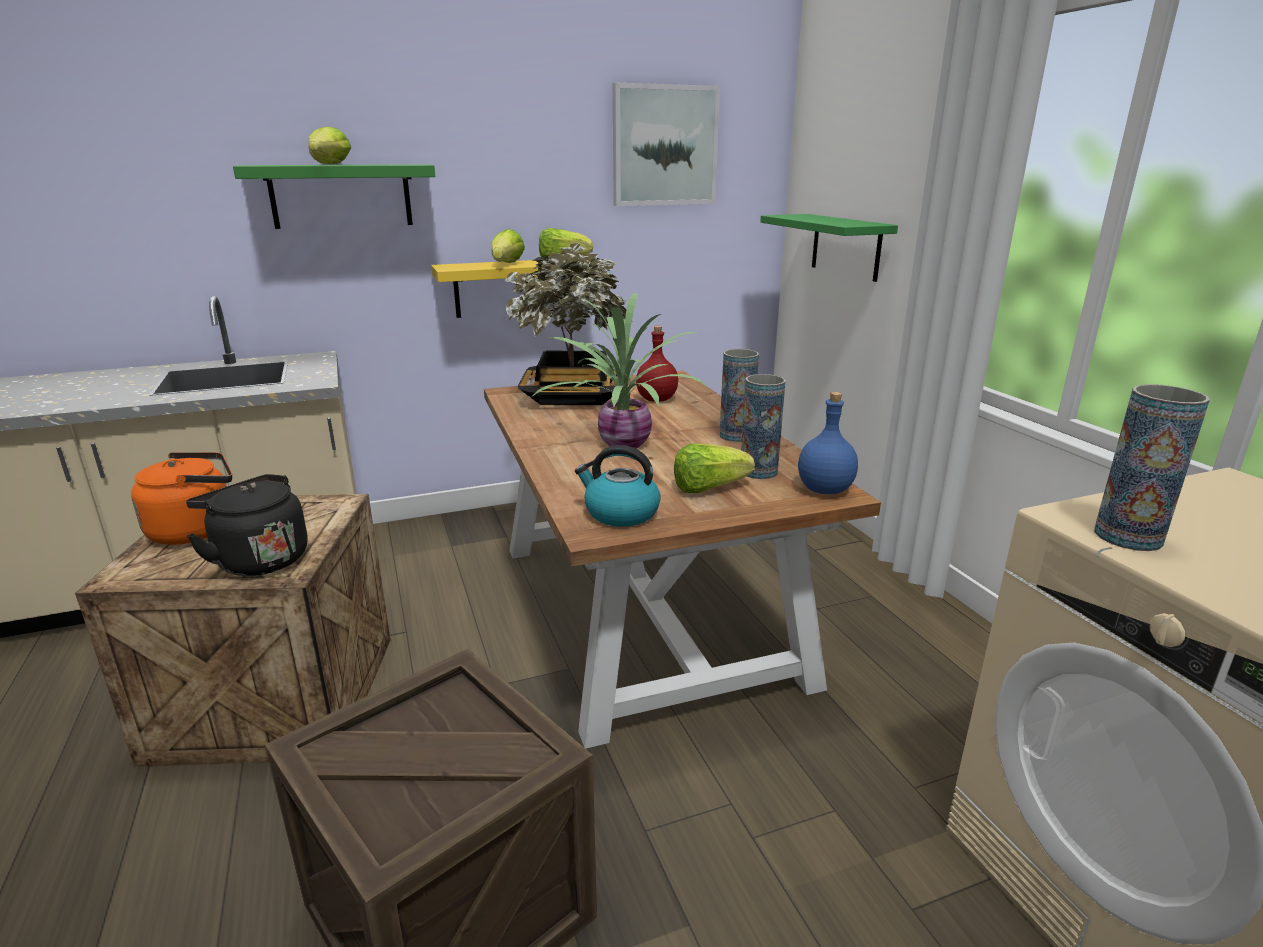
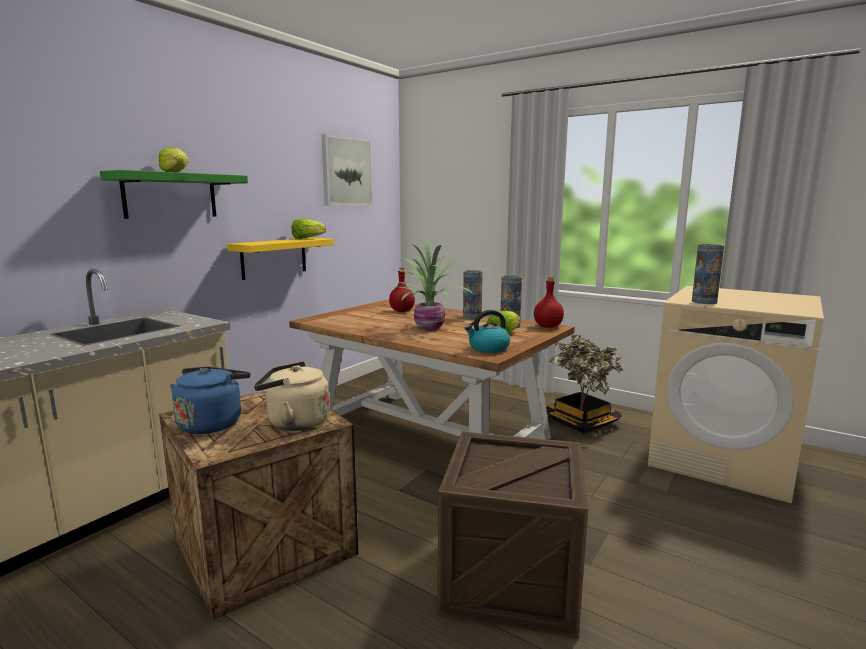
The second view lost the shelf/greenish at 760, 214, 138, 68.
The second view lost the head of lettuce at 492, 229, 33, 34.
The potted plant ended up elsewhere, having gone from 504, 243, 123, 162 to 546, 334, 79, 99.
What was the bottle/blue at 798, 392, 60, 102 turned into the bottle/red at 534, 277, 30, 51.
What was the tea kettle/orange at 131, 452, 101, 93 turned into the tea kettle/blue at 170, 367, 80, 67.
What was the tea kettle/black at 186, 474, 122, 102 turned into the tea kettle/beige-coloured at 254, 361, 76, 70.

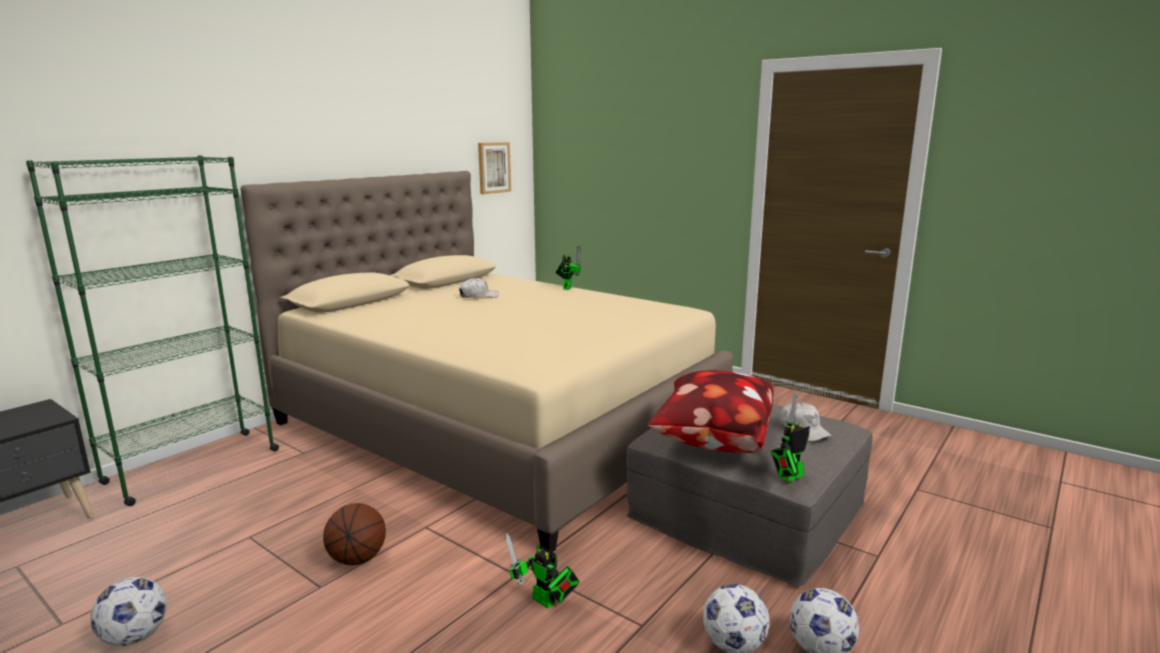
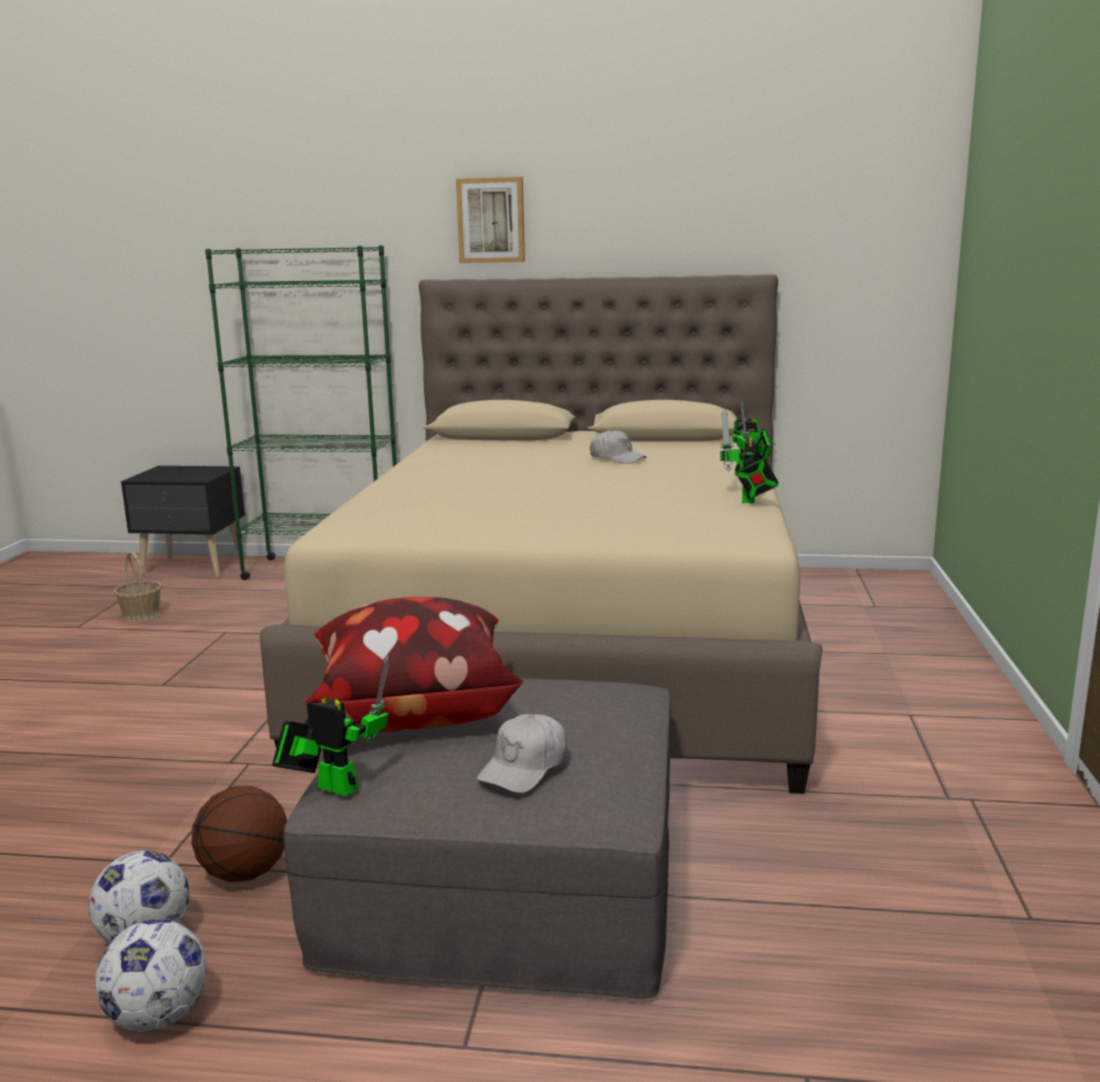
The wall picture ended up elsewhere, having gone from 478, 142, 33, 52 to 456, 177, 69, 86.
The basketball ball ended up elsewhere, having gone from 323, 503, 63, 62 to 191, 786, 96, 96.
The toy robot ended up elsewhere, having gone from 505, 533, 75, 75 to 719, 409, 60, 94.
The second view lost the football at 91, 577, 76, 69.
The second view gained the basket at 113, 552, 49, 70.

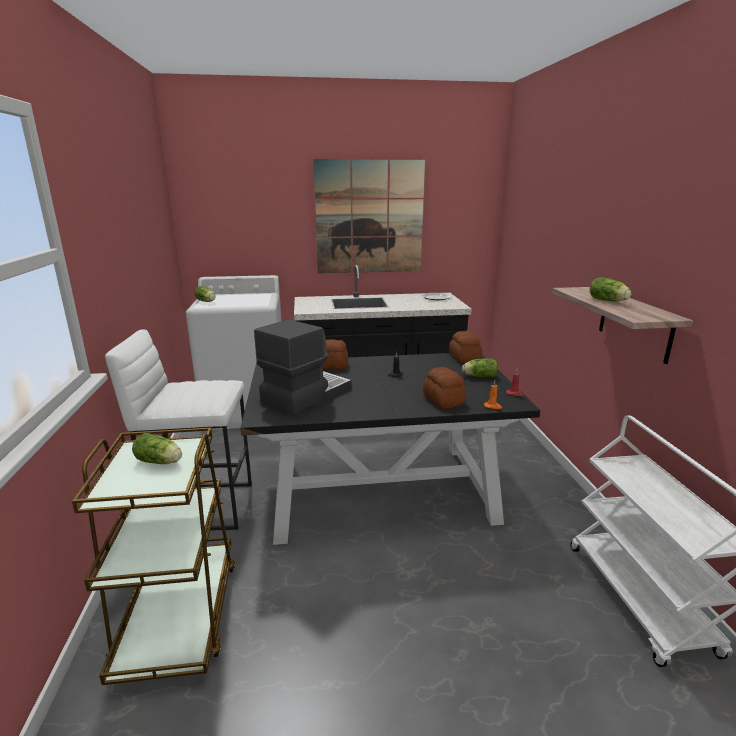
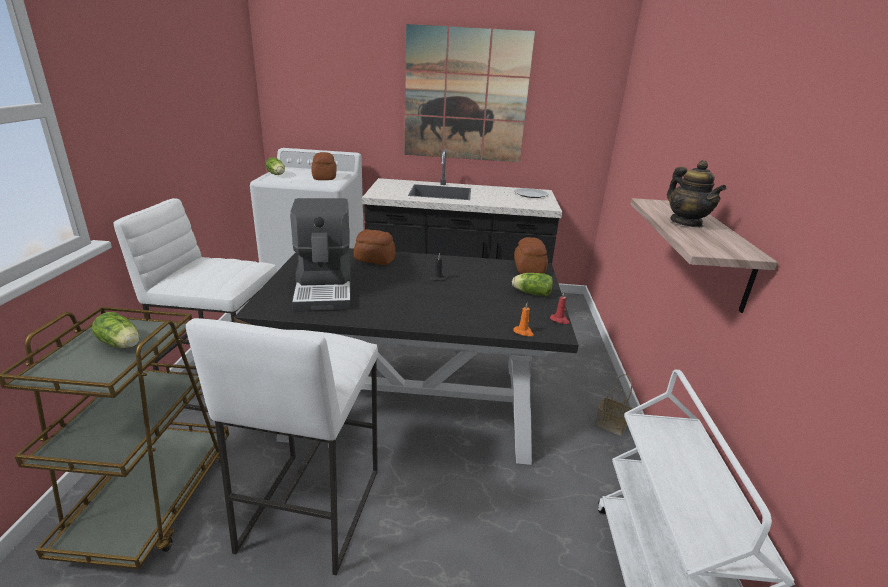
Where the head of lettuce stood at 589, 277, 42, 25, the teapot came to stand at 667, 160, 60, 67.
The coffee brewer at 254, 320, 98, 95 ended up facing another way, 120 degrees clockwise from before.
The bread ended up elsewhere, having gone from 423, 367, 43, 42 to 311, 152, 26, 28.
The second view gained the sitting stool/white at 186, 318, 192, 257.
The second view gained the basket at 596, 374, 37, 62.

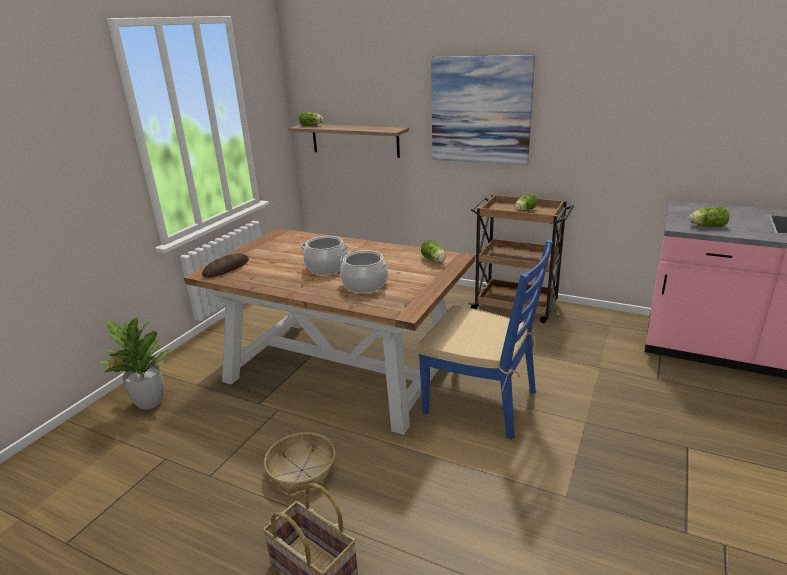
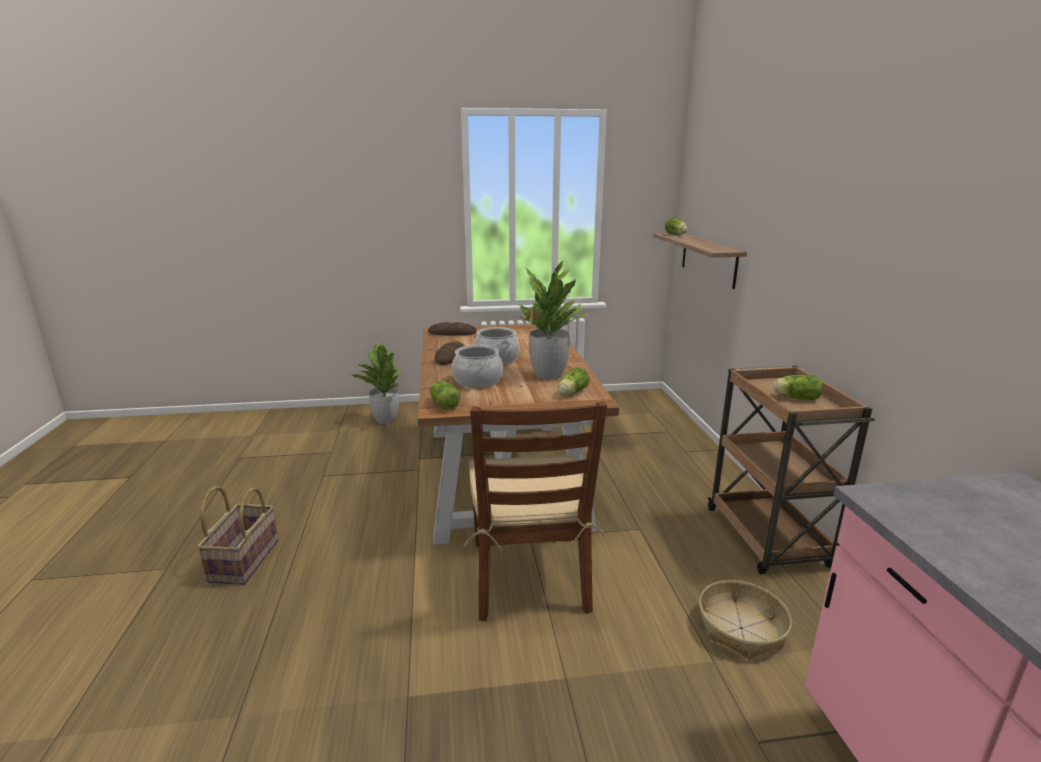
The second view lost the wall picture at 431, 55, 104, 111.
The head of lettuce ended up elsewhere, having gone from 689, 207, 40, 20 to 430, 381, 30, 29.
What was the chair/blue at 417, 240, 136, 200 turned into the chair/brown-coloured at 463, 401, 144, 220.
The basket ended up elsewhere, having gone from 264, 432, 71, 63 to 699, 580, 93, 79.
The second view gained the potted plant at 515, 261, 74, 118.
The second view gained the bread at 435, 342, 30, 23.

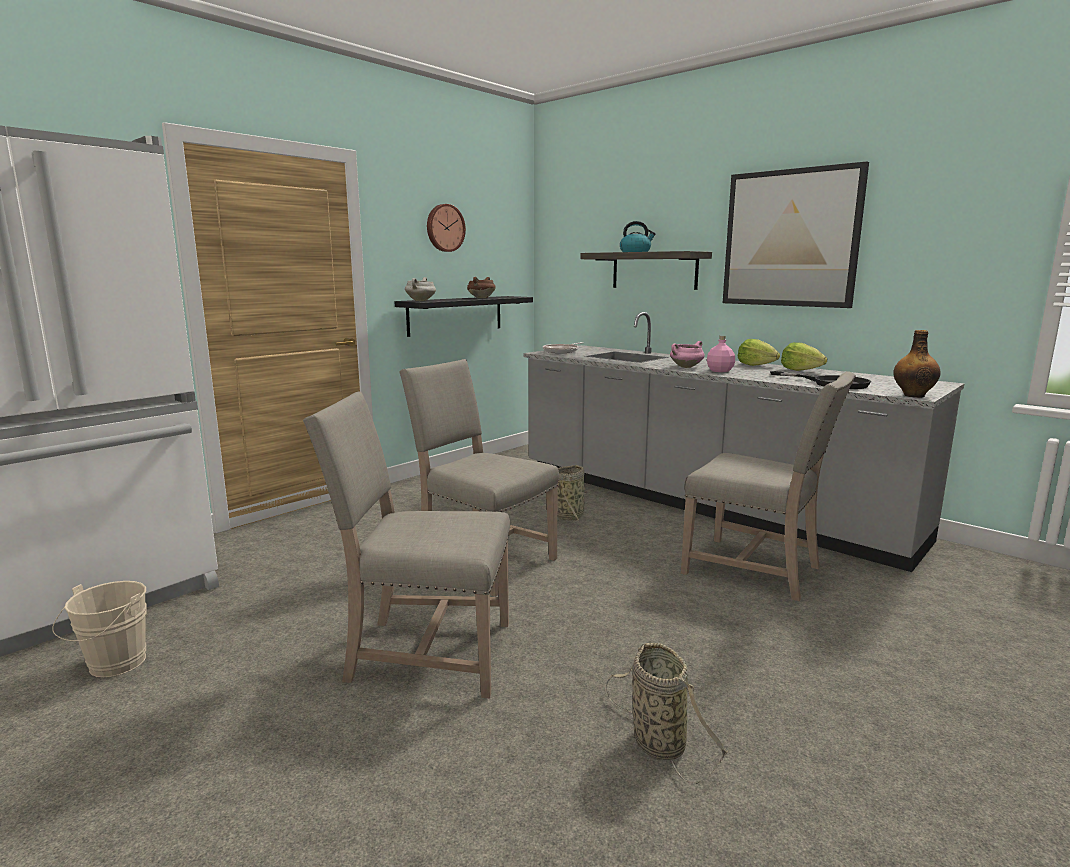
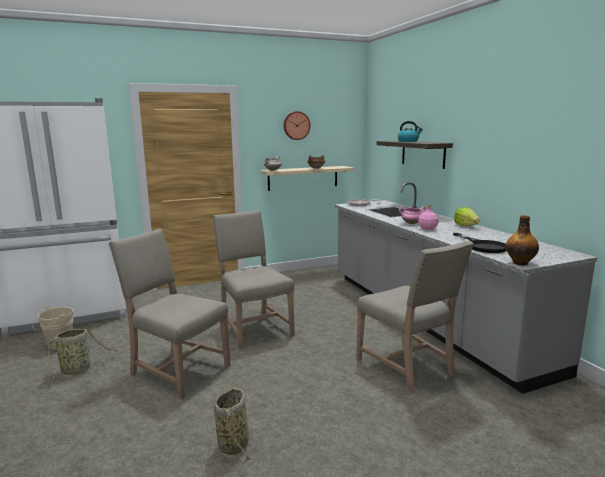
The second view lost the wall picture at 723, 161, 146, 147.
What was the shelf/black at 395, 296, 138, 41 turned into the shelf/beige-coloured at 260, 166, 94, 25.
The second view lost the head of lettuce at 781, 342, 46, 29.
The basket ended up elsewhere, having gone from 557, 465, 30, 60 to 44, 329, 72, 50.

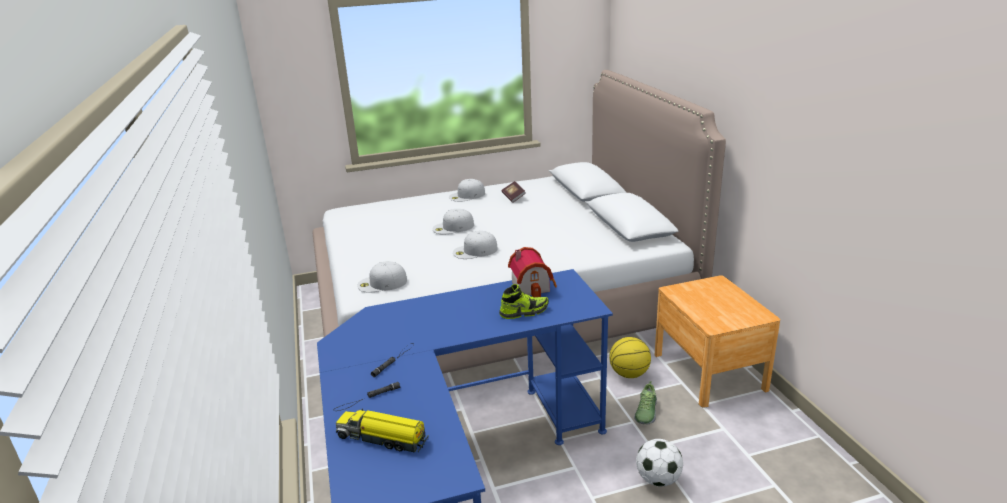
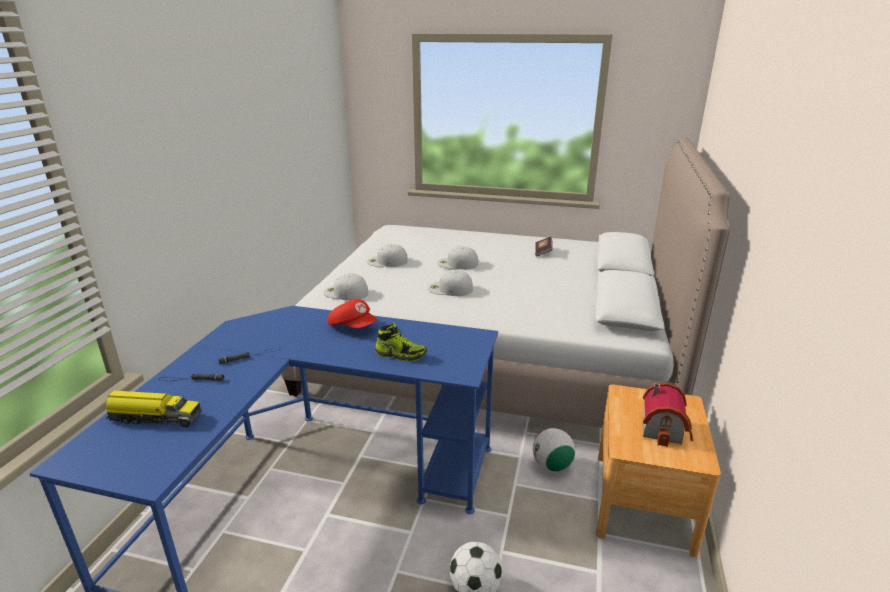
The peaked cap/white ended up elsewhere, having gone from 449, 179, 36, 23 to 367, 244, 41, 23.
The toy house ended up elsewhere, having gone from 508, 247, 49, 50 to 643, 383, 50, 64.
Where the basketball ball stood at 609, 337, 42, 41, the football came to stand at 533, 428, 42, 43.
The second view lost the low shoe at 634, 381, 23, 44.
The toy lorry at 336, 408, 93, 45 ended up facing another way, 135 degrees clockwise from before.
The second view gained the peaked cap/red at 327, 299, 50, 29.

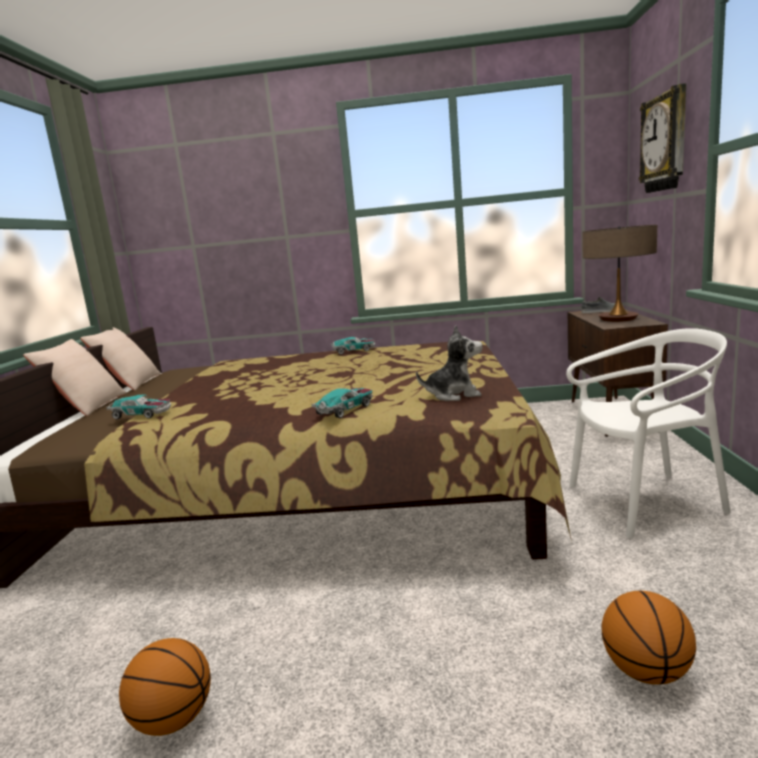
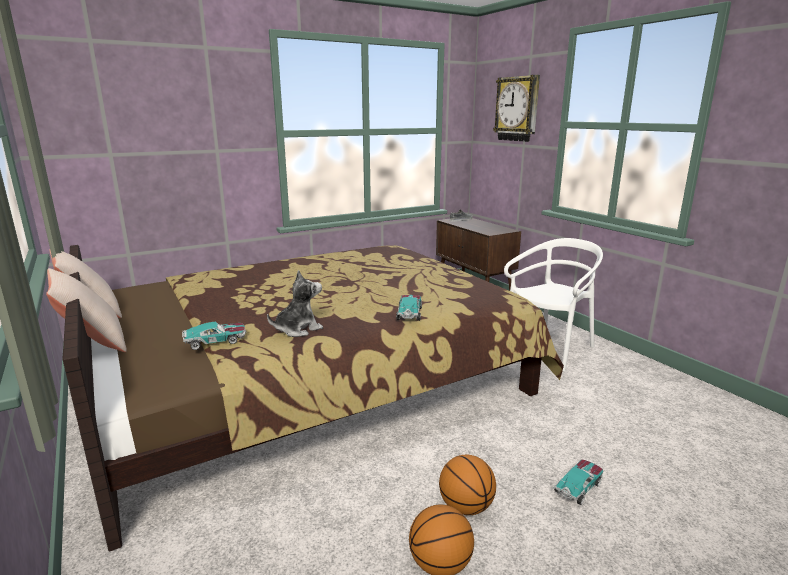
The second view lost the tabletop lamp at 583, 225, 74, 97.
The cuddly toy ended up elsewhere, having gone from 416, 325, 66, 76 to 267, 270, 56, 67.
The toy car ended up elsewhere, having gone from 331, 337, 44, 18 to 554, 459, 49, 46.
The basketball ball ended up elsewhere, having gone from 602, 591, 94, 94 to 439, 455, 57, 60.

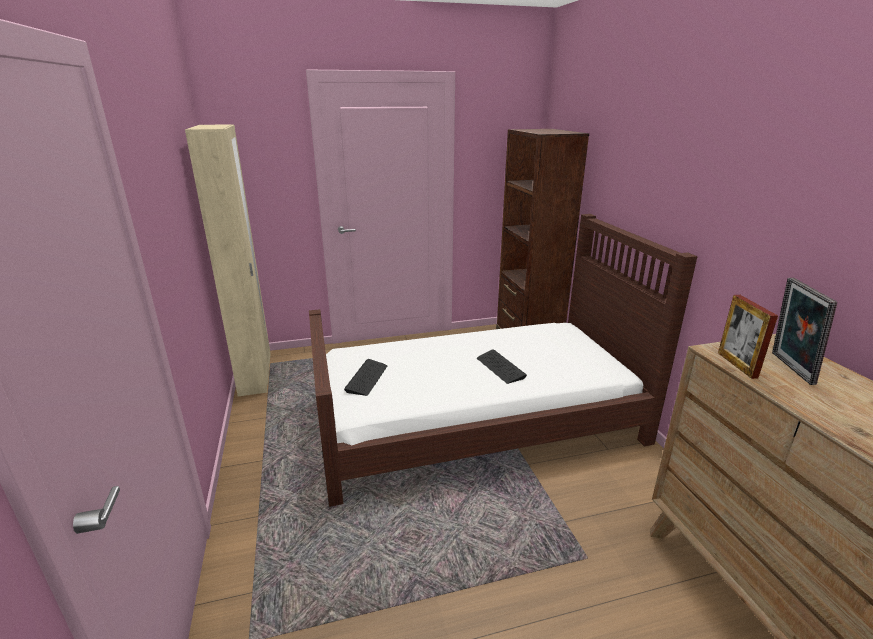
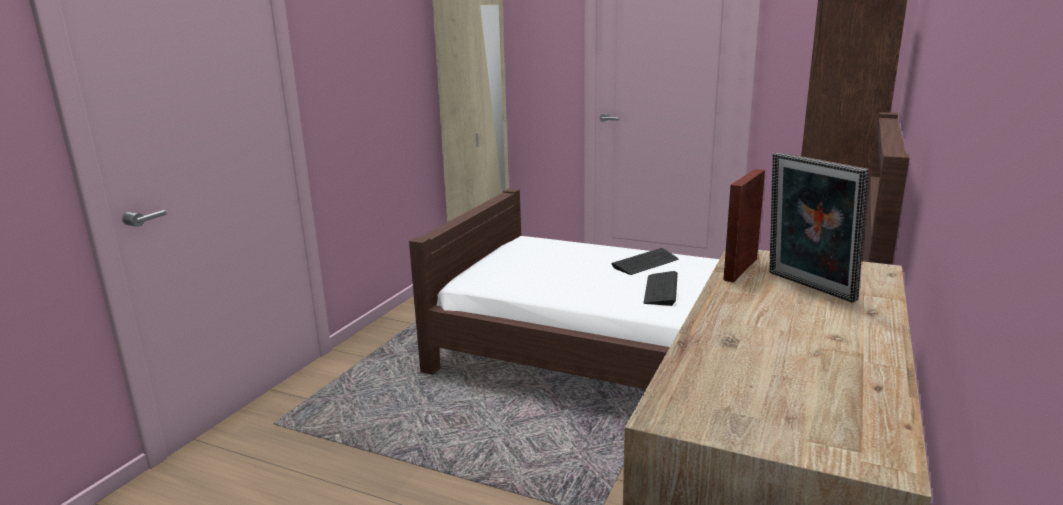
The picture frame at 772, 278, 65, 107 ended up facing another way, 75 degrees counterclockwise from before.
The PC keyboard ended up elsewhere, having gone from 344, 359, 43, 37 to 611, 248, 67, 27.

